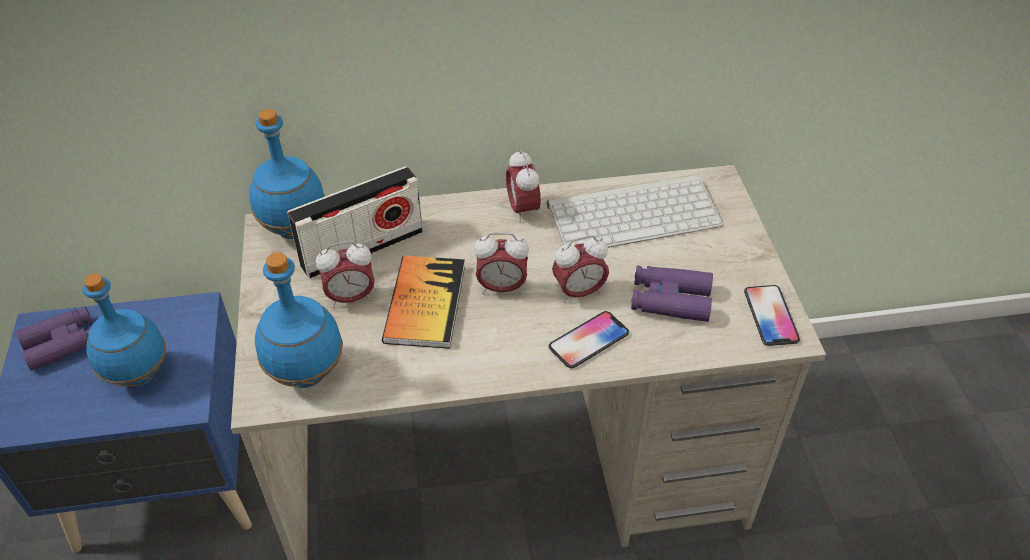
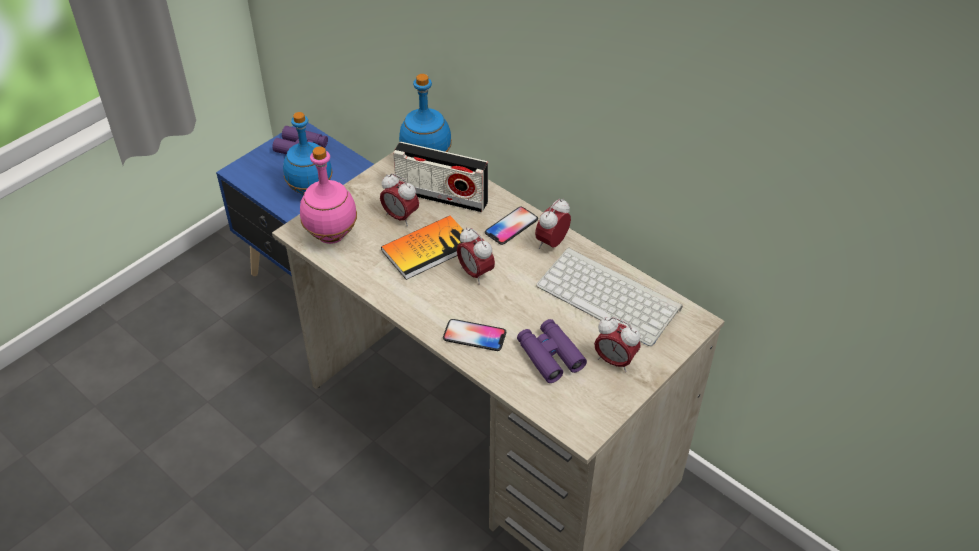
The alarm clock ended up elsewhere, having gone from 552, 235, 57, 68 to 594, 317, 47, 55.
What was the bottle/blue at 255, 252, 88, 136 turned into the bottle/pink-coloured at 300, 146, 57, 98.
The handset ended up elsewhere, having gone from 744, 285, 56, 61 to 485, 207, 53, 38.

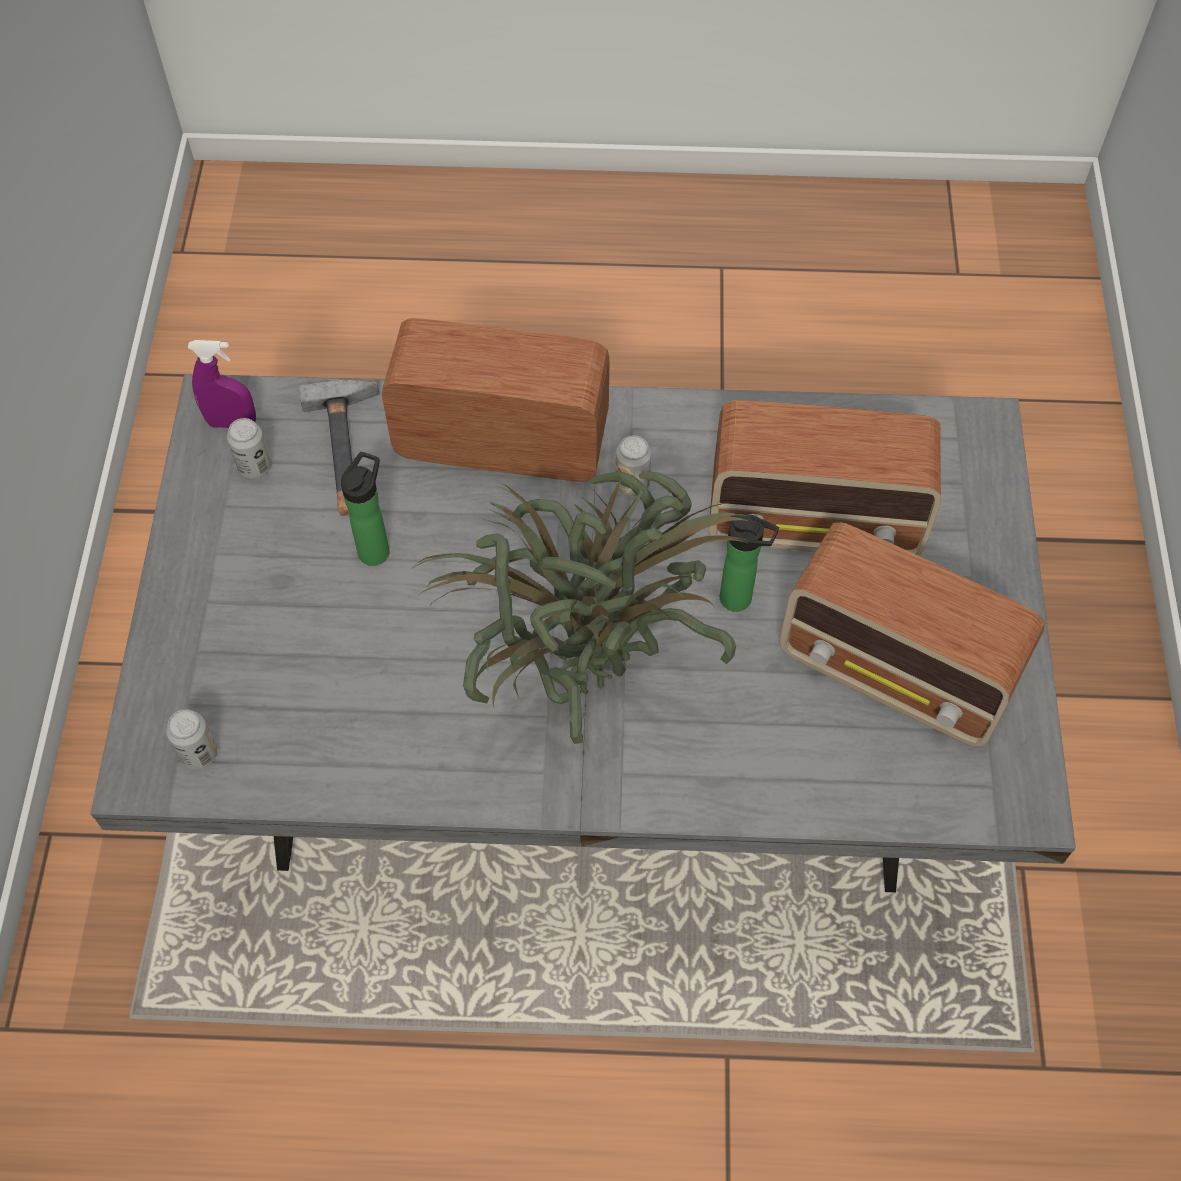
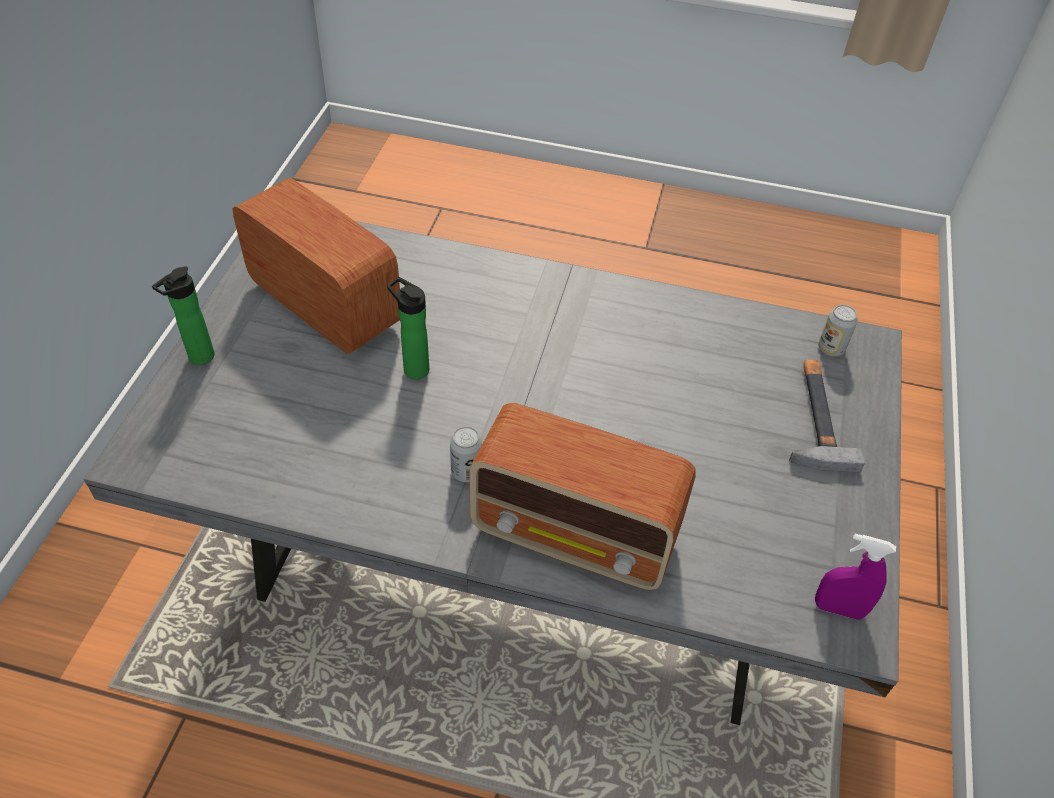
The hammer ended up elsewhere, having gone from 299, 379, 80, 137 to 789, 359, 76, 113.
The second view lost the radio set at 709, 400, 232, 156.
The second view lost the metal can at 227, 418, 44, 61.
The bottle ended up elsewhere, having gone from 341, 452, 48, 114 to 152, 266, 63, 99.
The second view lost the potted plant at 412, 471, 337, 273.

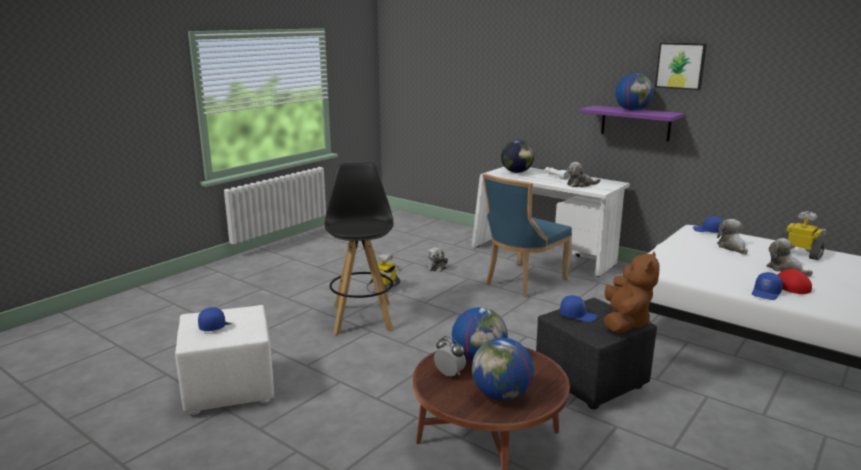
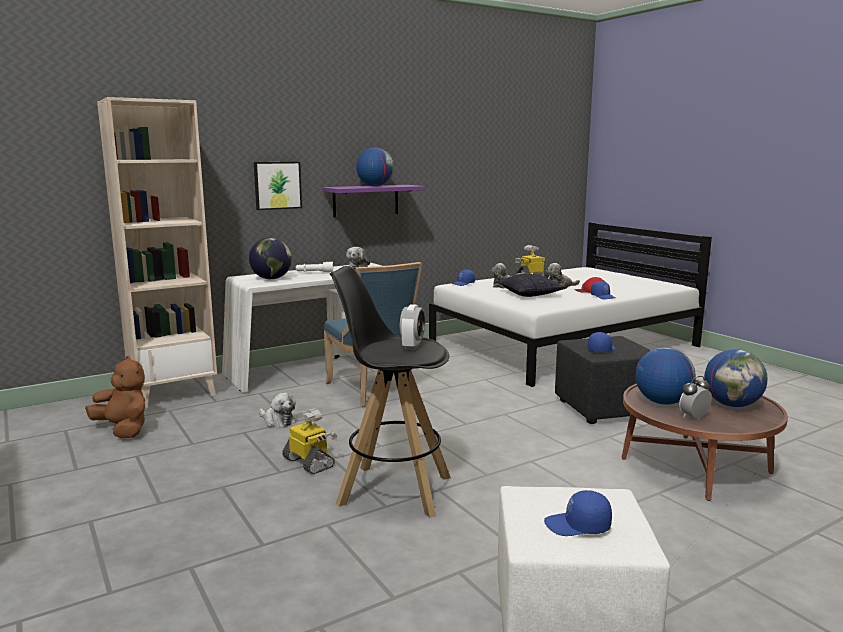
The wall picture ended up elsewhere, having gone from 655, 43, 52, 47 to 254, 162, 48, 48.
The cuddly toy/brown-coloured ended up elsewhere, having gone from 603, 251, 57, 82 to 85, 356, 60, 82.
The second view gained the bookshelf/beige-coloured at 97, 97, 120, 312.
The second view gained the cushion at 495, 274, 72, 23.
The second view gained the alarm clock at 400, 304, 25, 46.

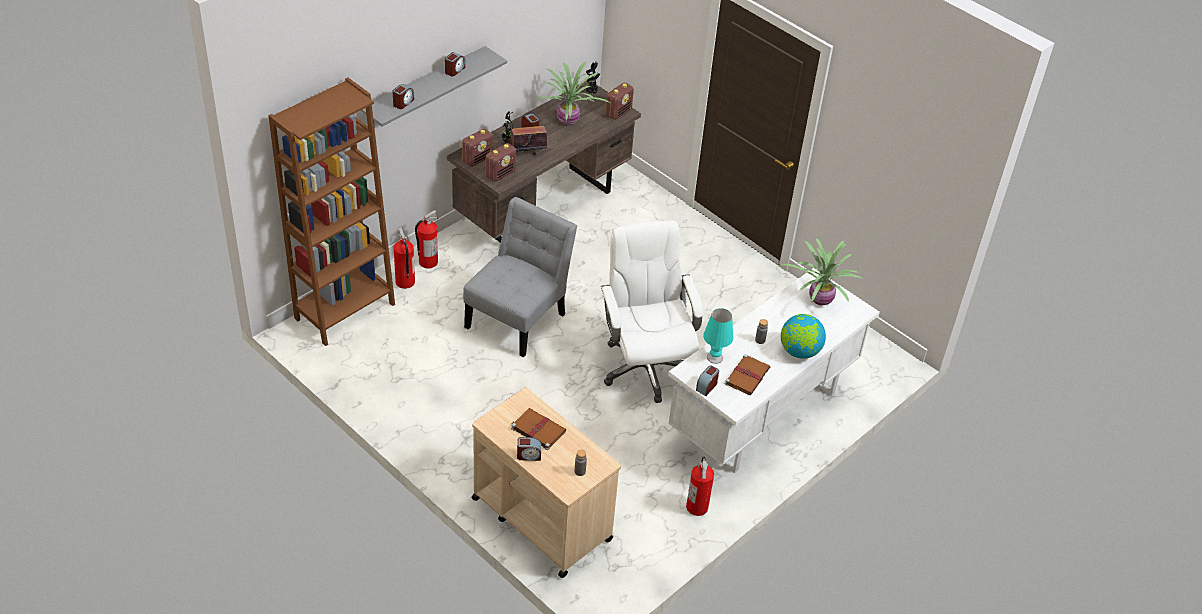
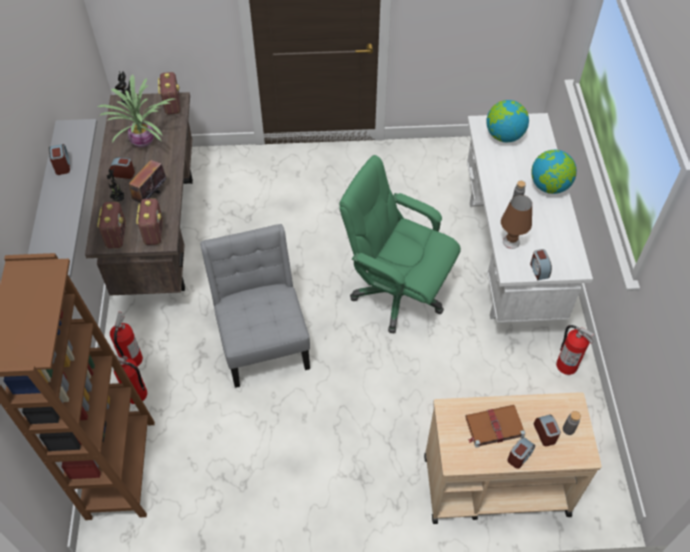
The alarm clock ended up elsewhere, having gone from 393, 84, 21, 25 to 534, 415, 27, 31.
What was the desk chair/white at 601, 221, 102, 182 turned into the desk chair/greenish at 339, 155, 122, 178.
Where the potted plant stood at 781, 239, 81, 66, the globe came to stand at 487, 100, 42, 42.
What was the tabletop lamp/blue-green at 703, 308, 30, 56 turned into the tabletop lamp/brown-coloured at 501, 195, 31, 54.
The second view lost the book/brown-coloured at 725, 354, 45, 41.

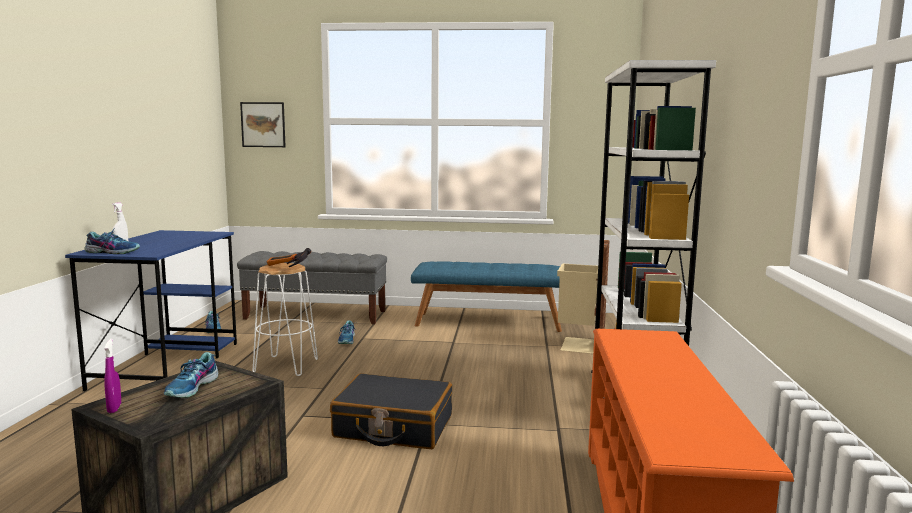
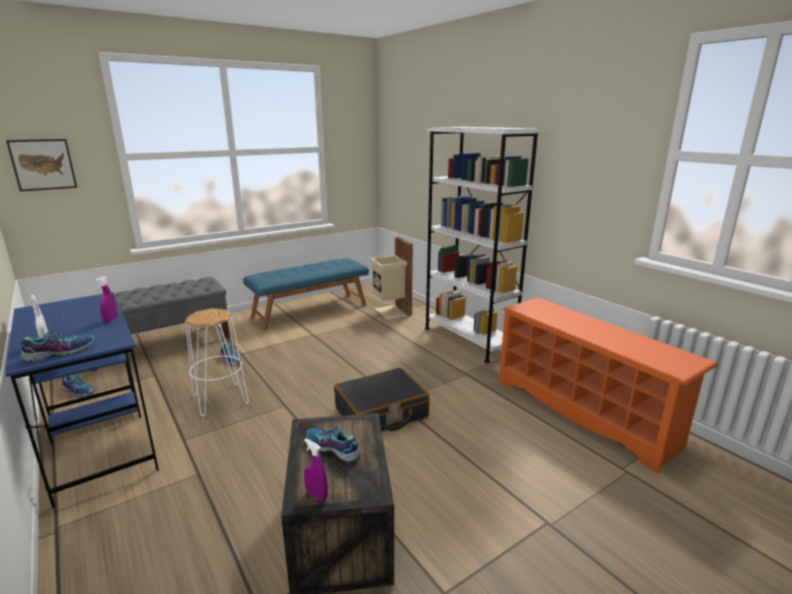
The second view lost the hammer at 266, 248, 46, 19.
The low shoe at 164, 352, 54, 46 ended up facing another way, 150 degrees clockwise from before.
The second view gained the hand sprayer/purple at 96, 276, 22, 47.

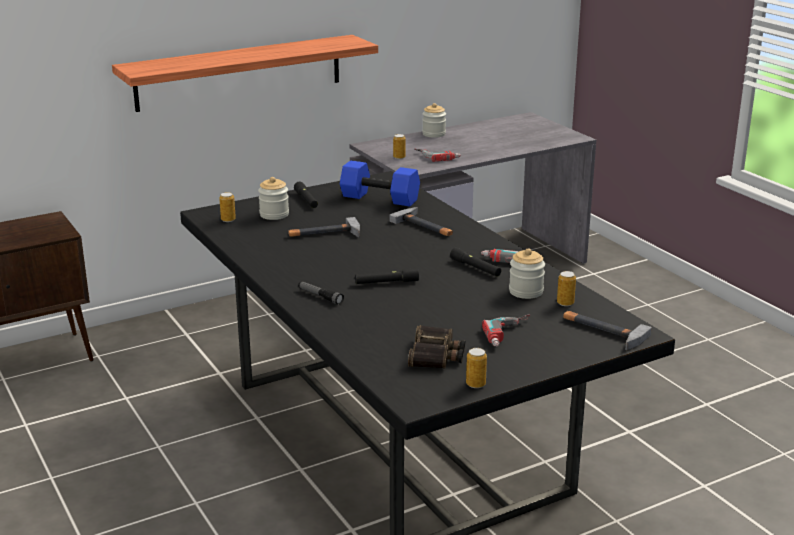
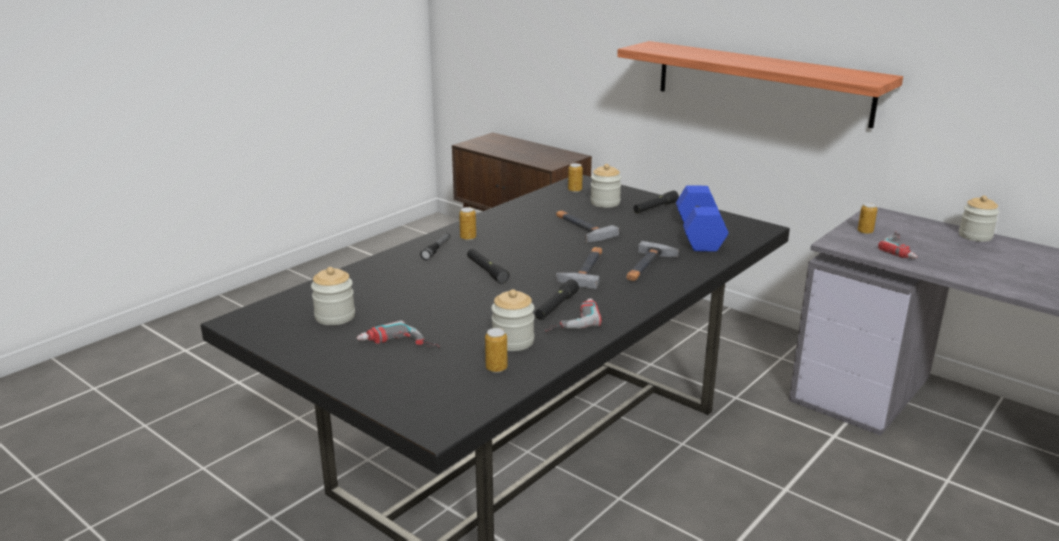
The hammer ended up elsewhere, having gone from 563, 311, 89, 39 to 556, 247, 46, 42.
Where the pair of binoculars stood at 408, 325, 57, 44, the jar came to stand at 311, 267, 44, 58.
The metal can ended up elsewhere, having gone from 466, 348, 21, 40 to 459, 207, 17, 33.

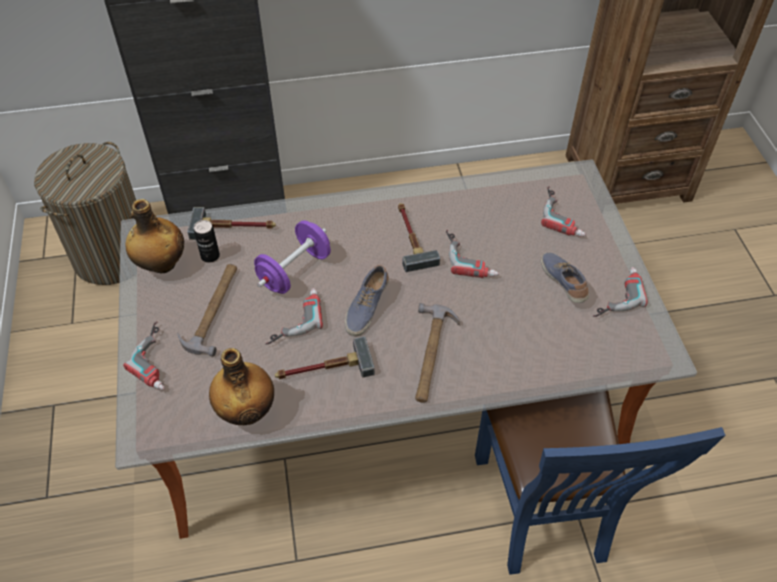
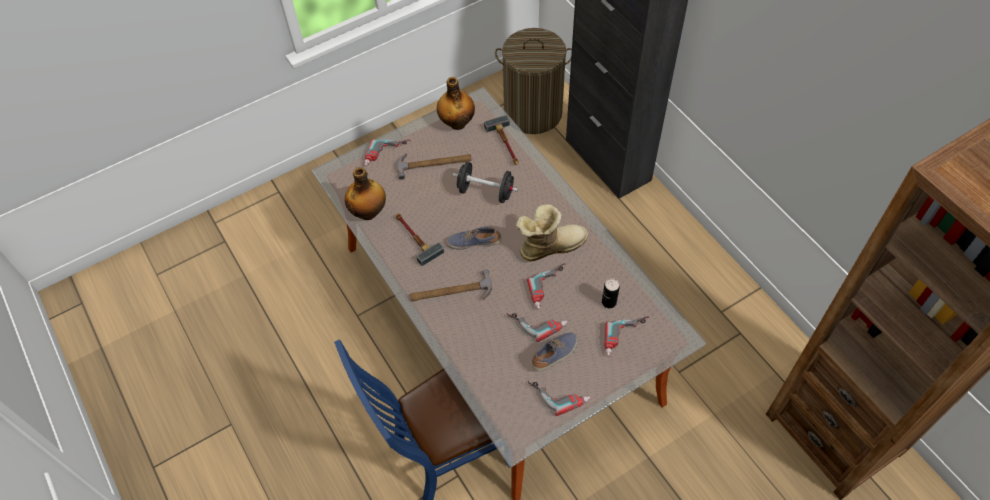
Where the hammer stood at 398, 203, 42, 69, the tall boot came to stand at 516, 204, 72, 57.
The metal can ended up elsewhere, having gone from 194, 220, 26, 43 to 602, 278, 18, 30.
What was the dumbbell/purple at 254, 220, 77, 74 turned into the dumbbell/black at 453, 162, 65, 41.
The electric drill ended up elsewhere, having gone from 265, 288, 58, 57 to 507, 313, 61, 29.

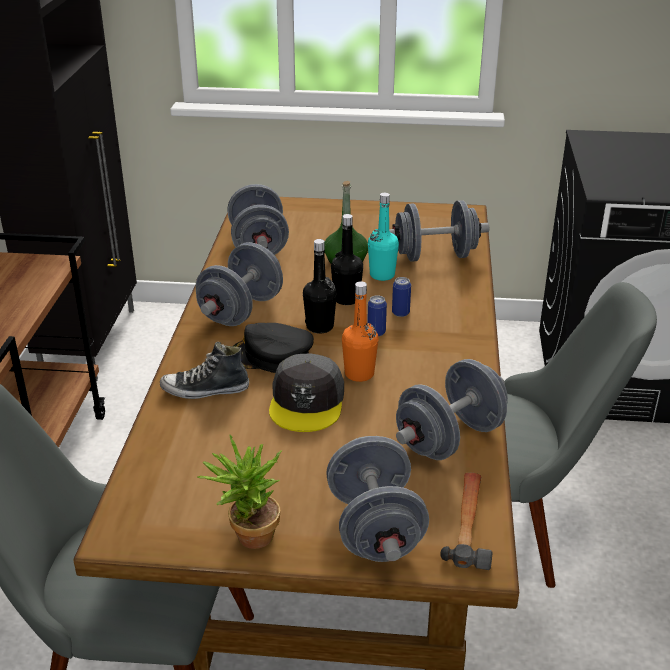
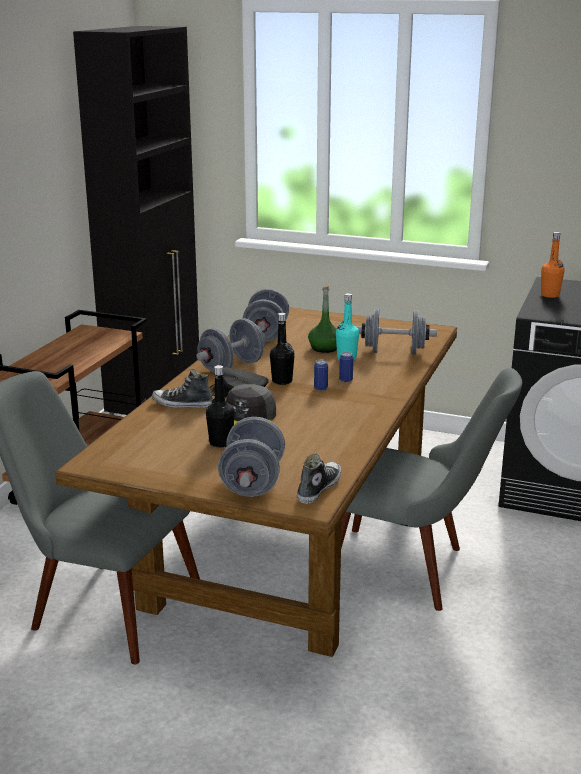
The bottle/black ended up elsewhere, having gone from 331, 214, 32, 91 to 206, 365, 29, 83.
The bottle/orange ended up elsewhere, having gone from 342, 281, 36, 101 to 541, 232, 23, 66.
The second view lost the dumbbell/greyish at 396, 359, 112, 101.
The second view lost the potted plant at 197, 434, 85, 115.
Where the hammer stood at 440, 473, 53, 97, the low shoe came to stand at 297, 454, 44, 50.

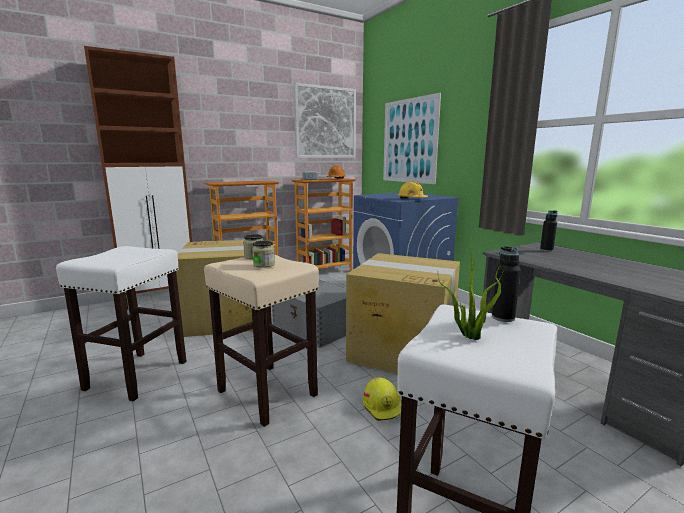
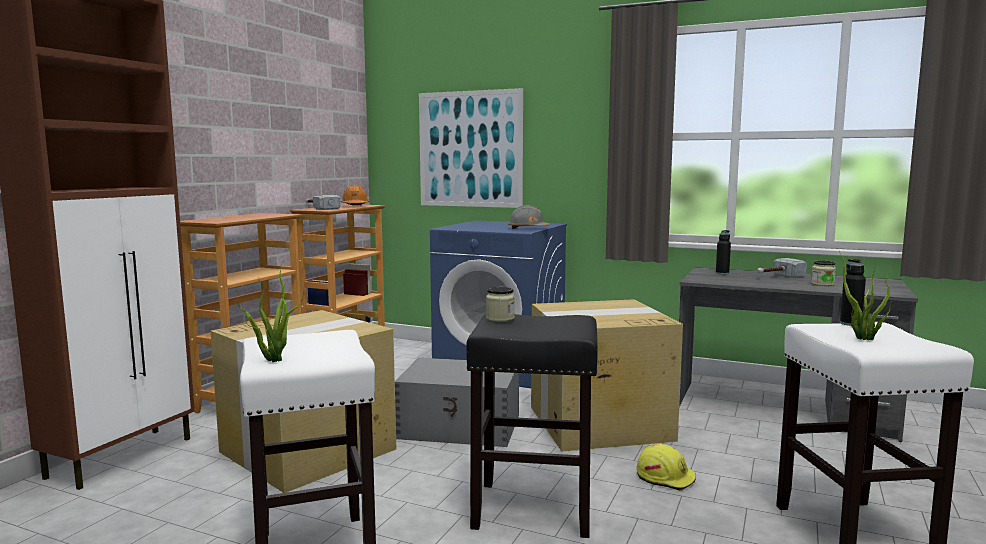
The second view lost the wall picture at 294, 83, 62, 75.
What was the hard hat/yellow at 397, 181, 31, 18 turned into the hard hat/greyish at 508, 205, 42, 24.
The jar ended up elsewhere, having gone from 252, 241, 23, 27 to 811, 261, 25, 25.
What was the sitting stool/beige-coloured at 204, 255, 115, 172 turned into the sitting stool/black at 466, 314, 132, 224.
The second view gained the hammer at 757, 258, 50, 20.
The second view gained the potted plant at 237, 260, 66, 102.

